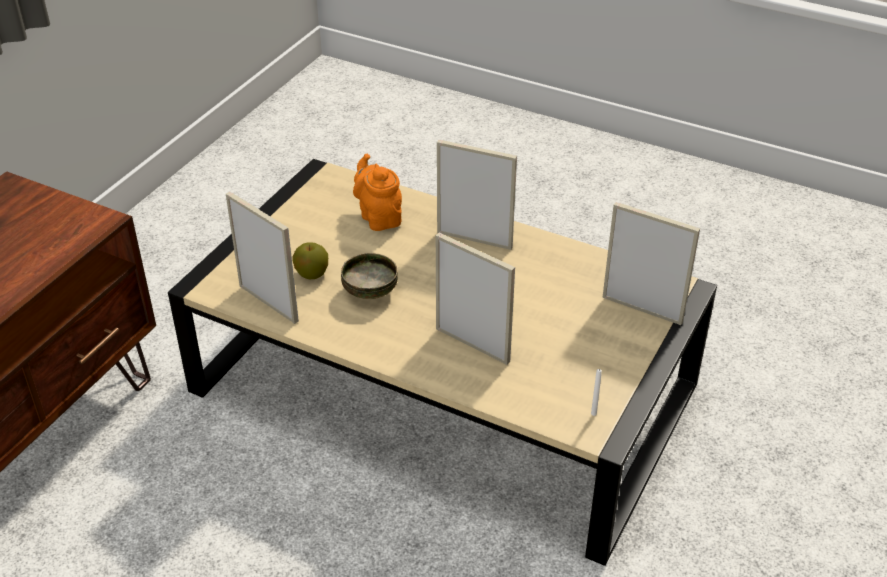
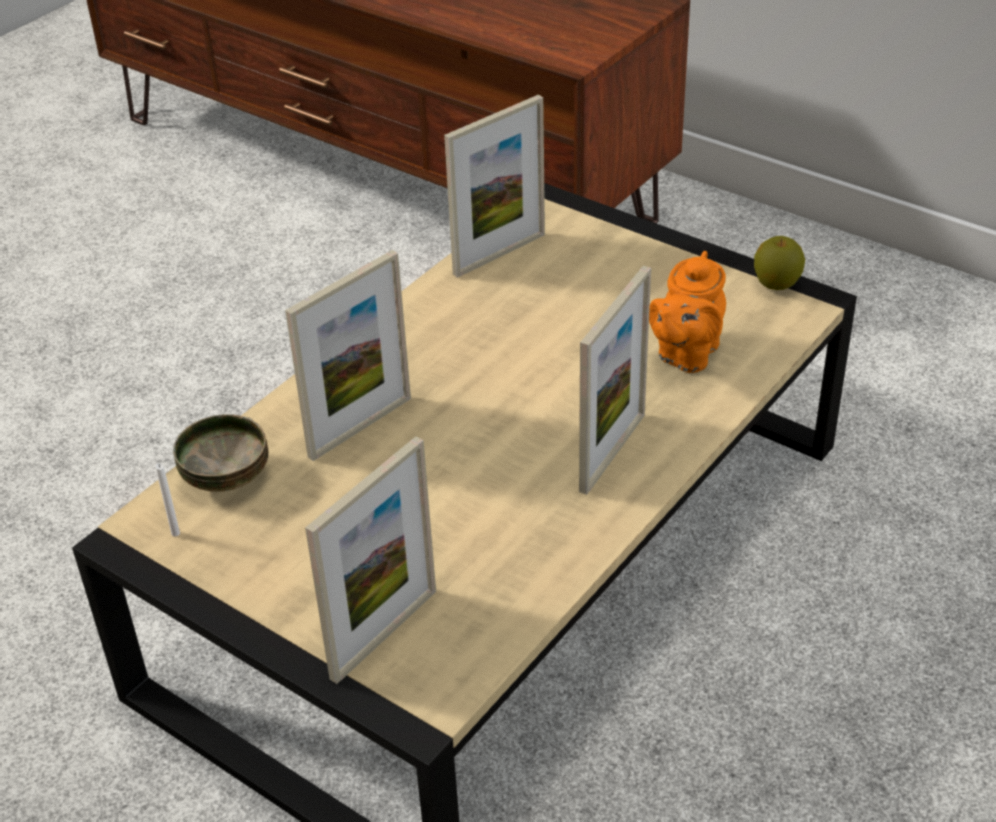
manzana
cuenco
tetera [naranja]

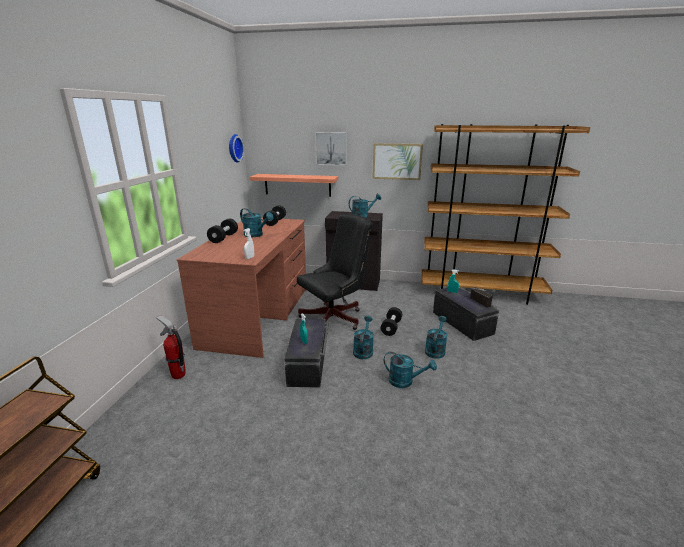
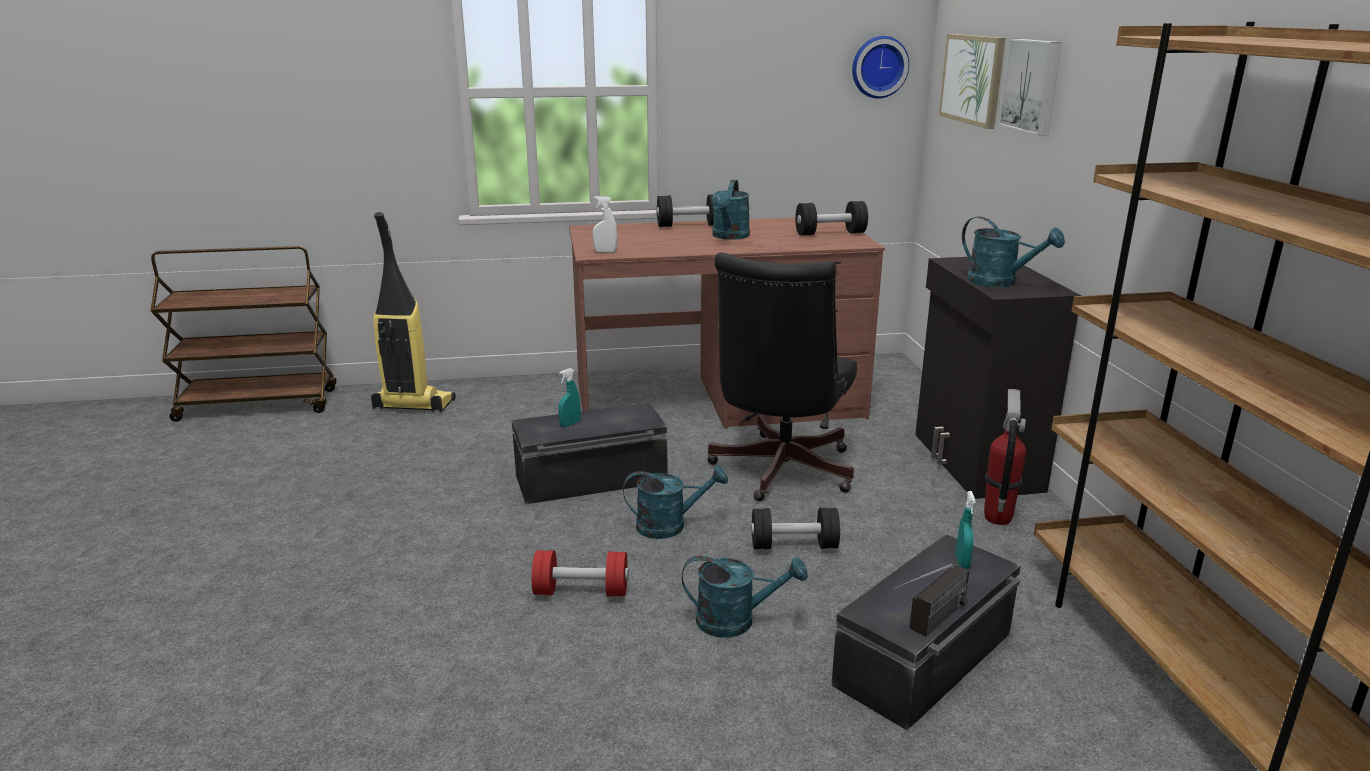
estante
aspiradora
extintor
cuadro (1st from left)
mancuerna [rojo]
silla de oficina [negro]

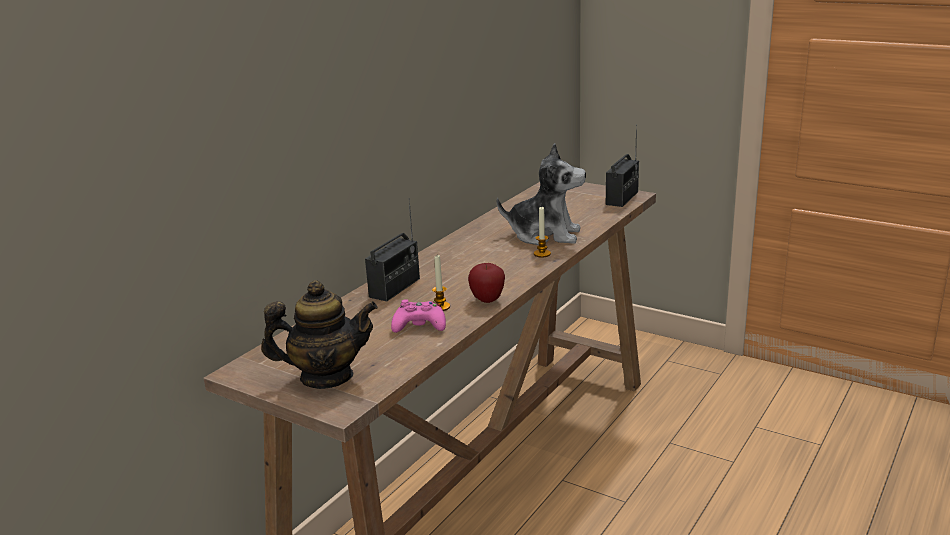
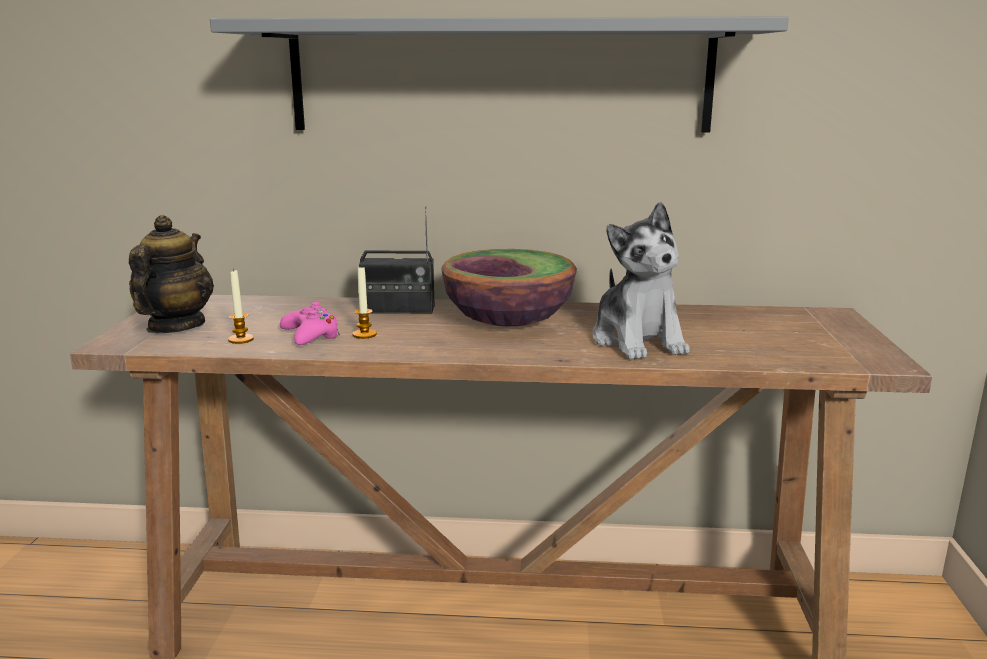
manzana
radio (2nd from left in the first image)
estante [gris]
cuenco
vela (1st from left)
tetera

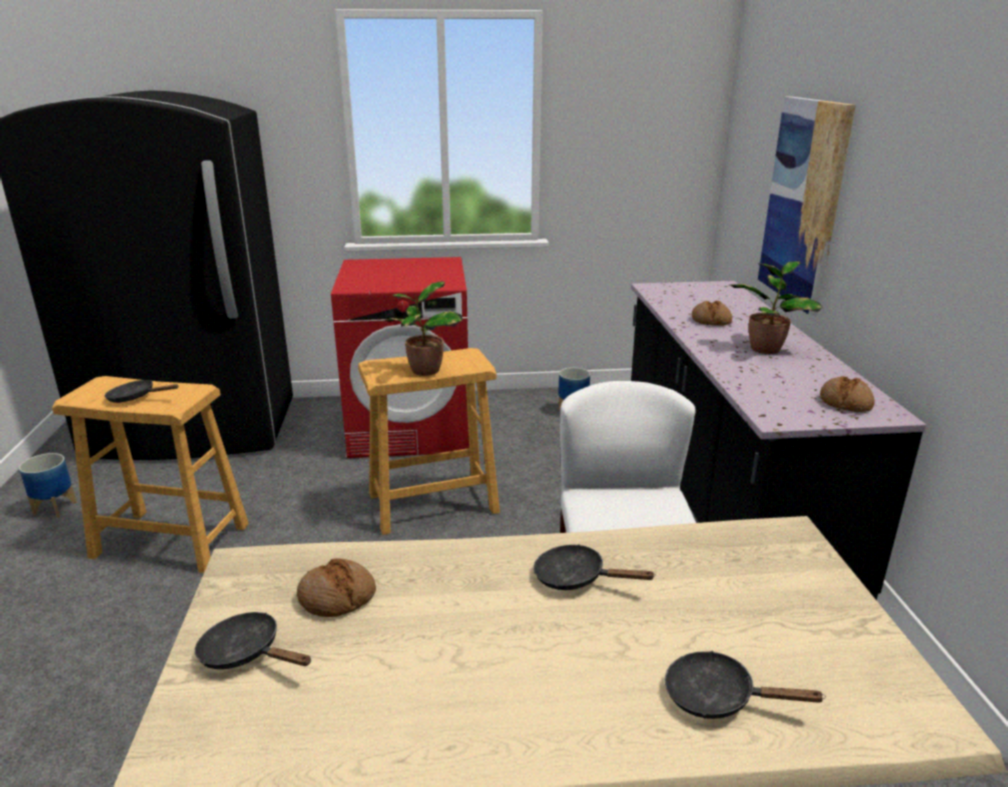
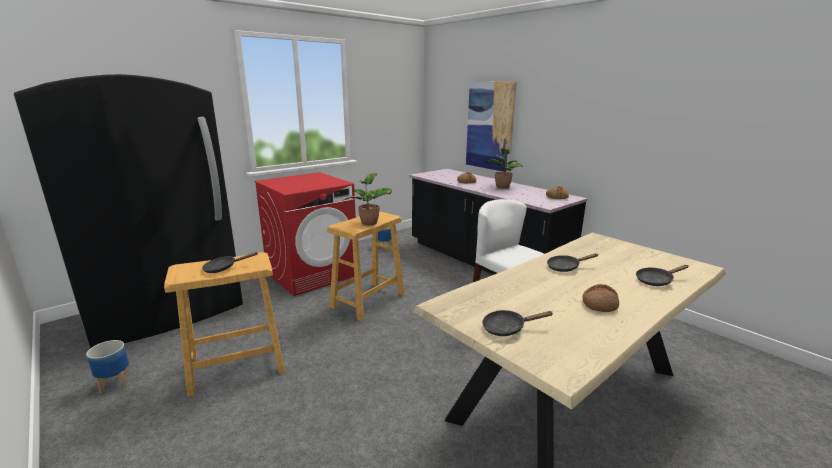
pan (3rd from left)

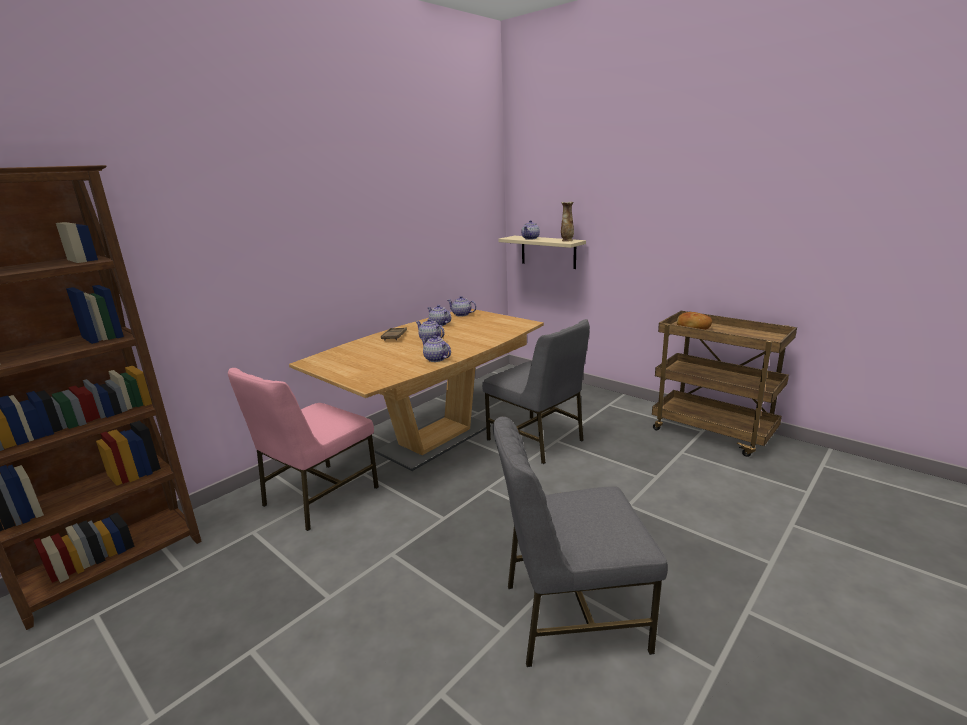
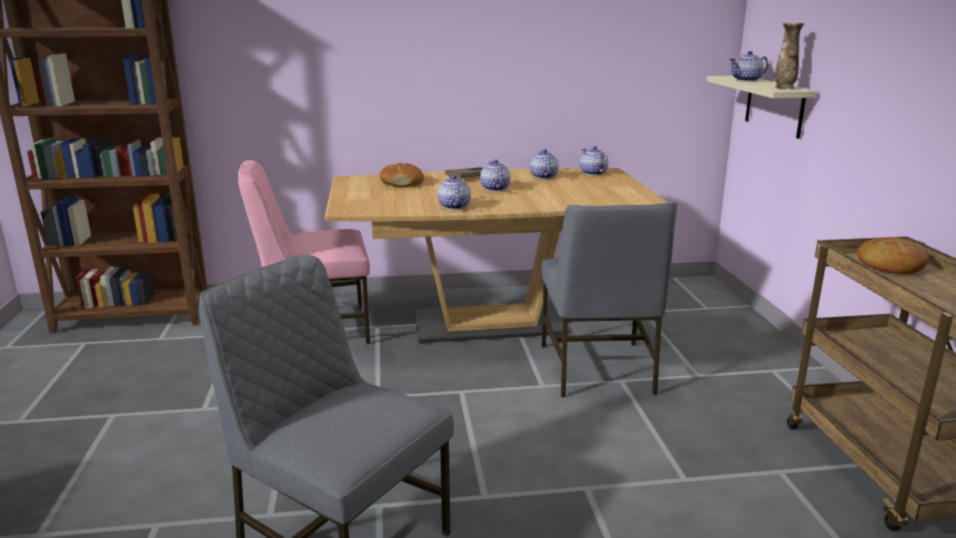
pan (1st from left)

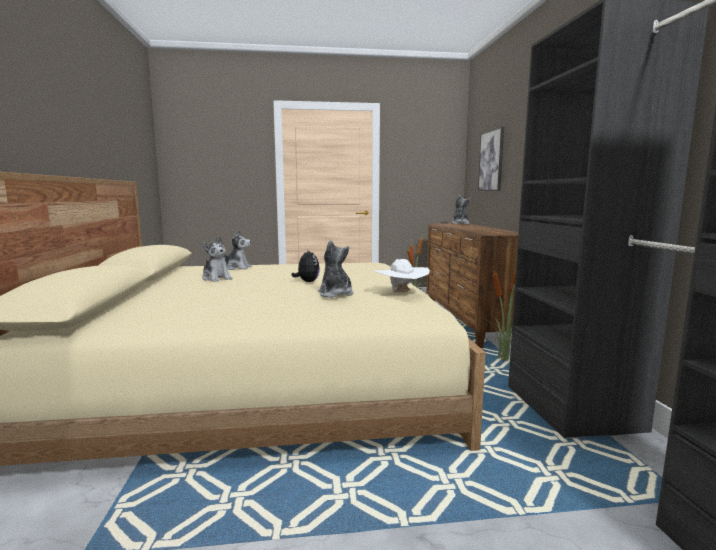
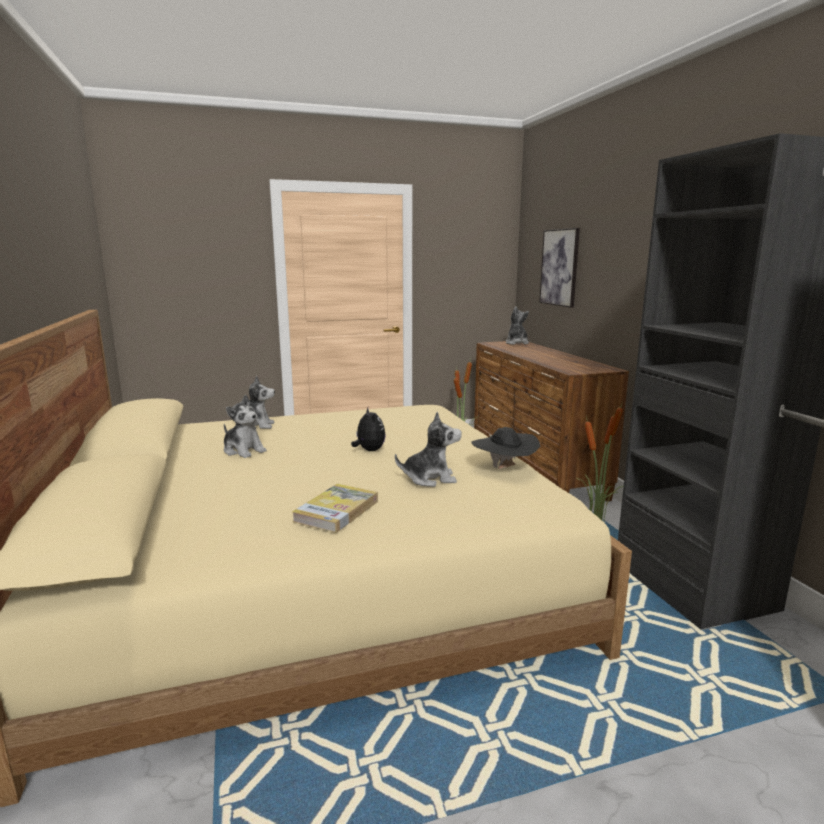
libro
sombrero [negro]
peluche (4th from left)

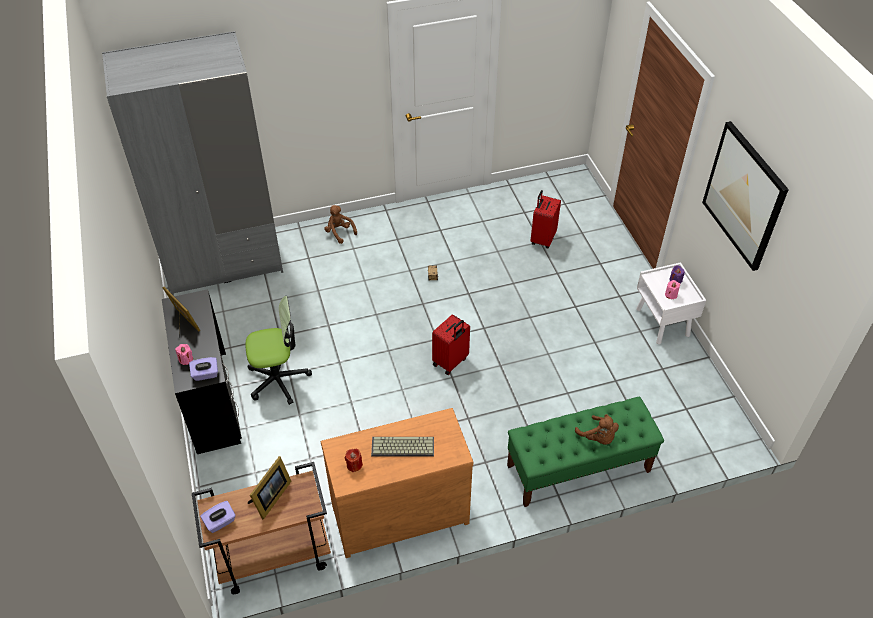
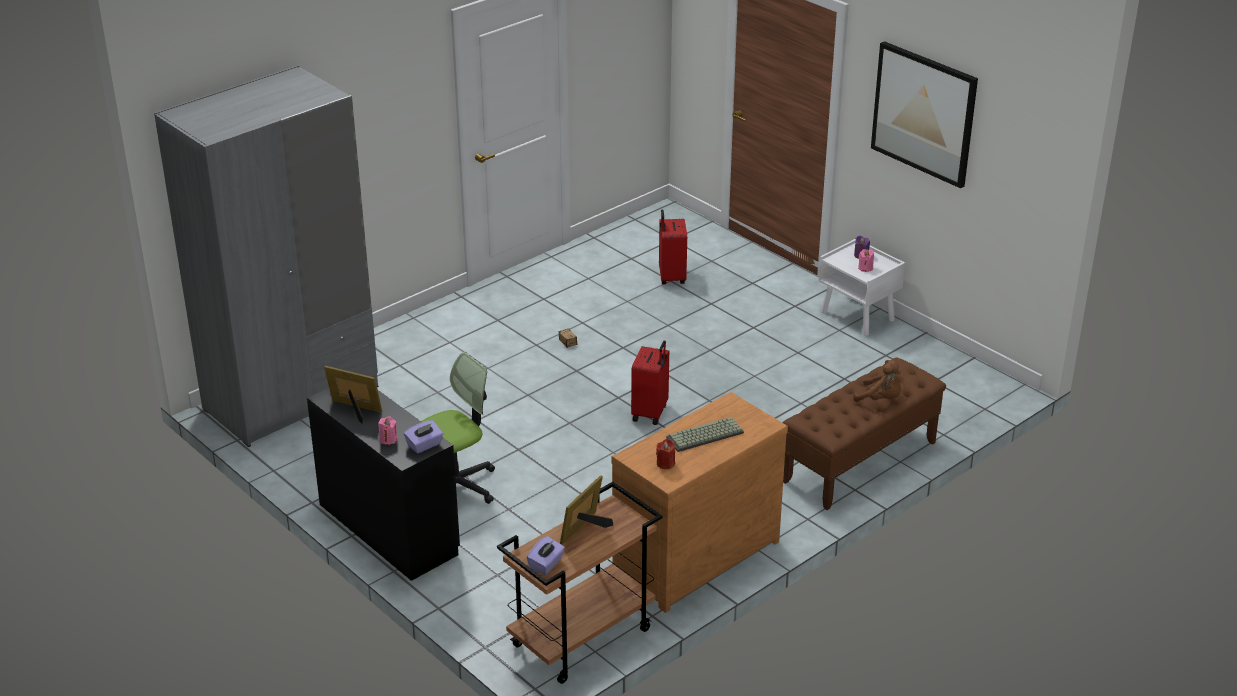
peluche [marrón] (1st from left in the first image)
banco [marrón]
portarretratos (2nd from left)

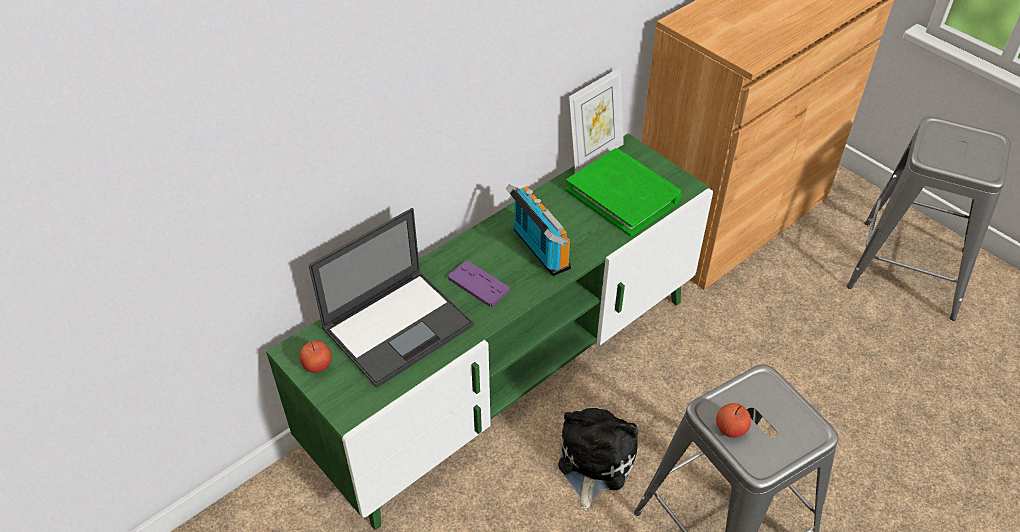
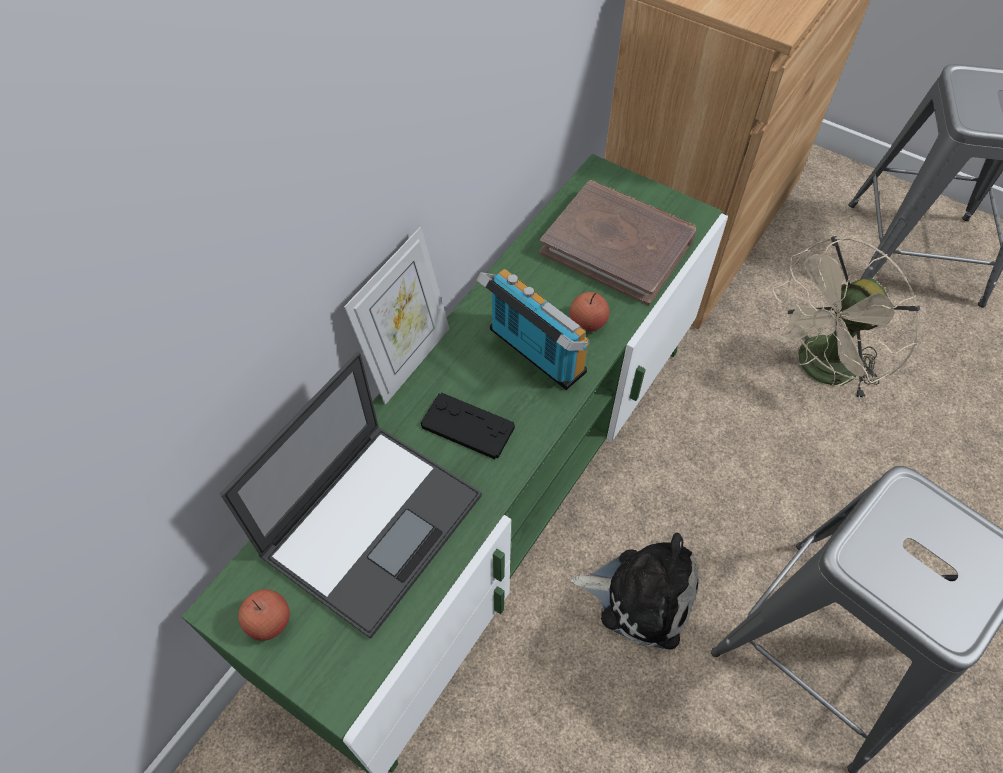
ventilador [beis]
portarretratos
manzana (2nd from left)
mando de consola [negro]
libro [marrón]
peluche

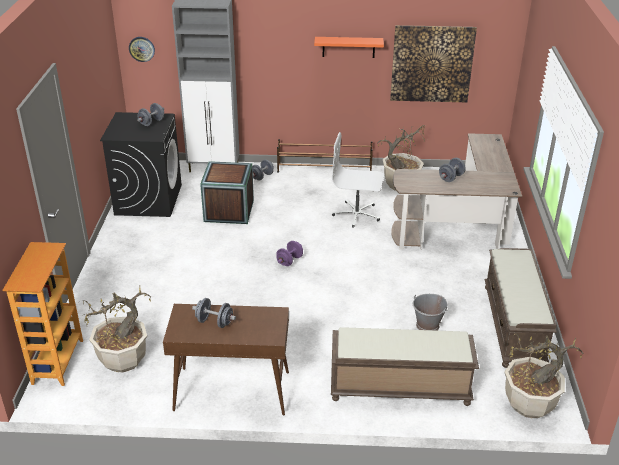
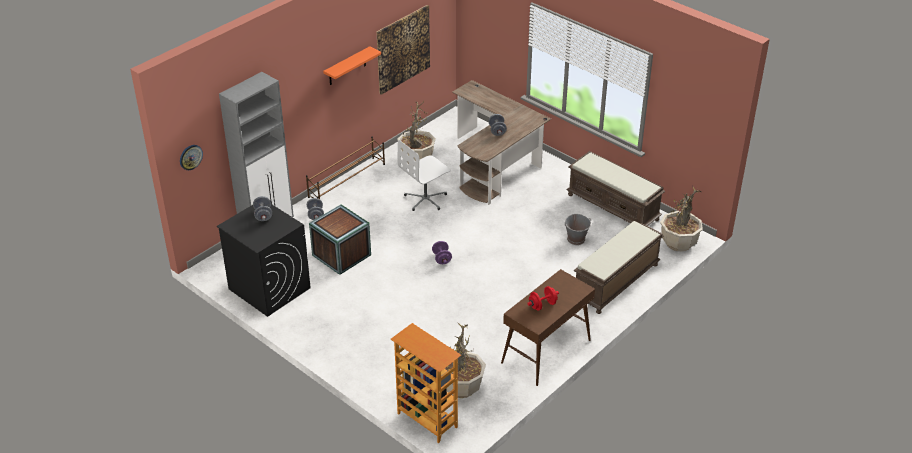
mancuerna [rojo]

